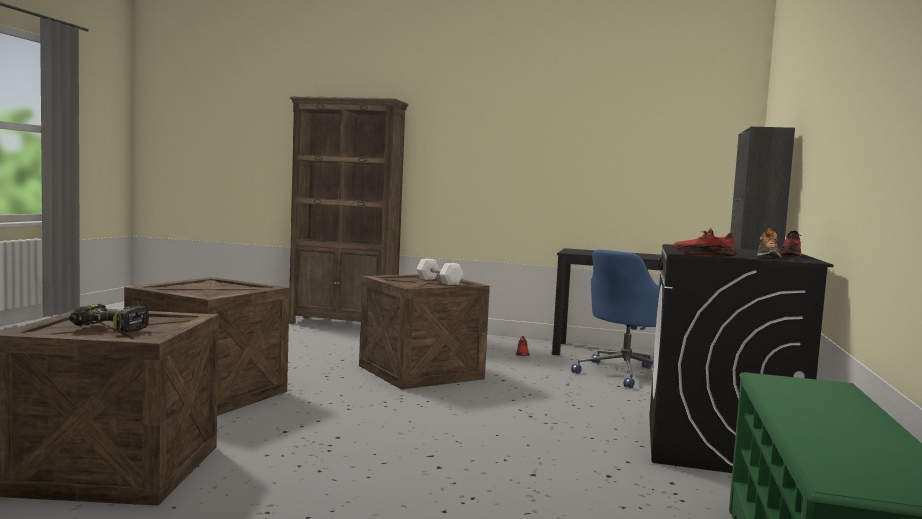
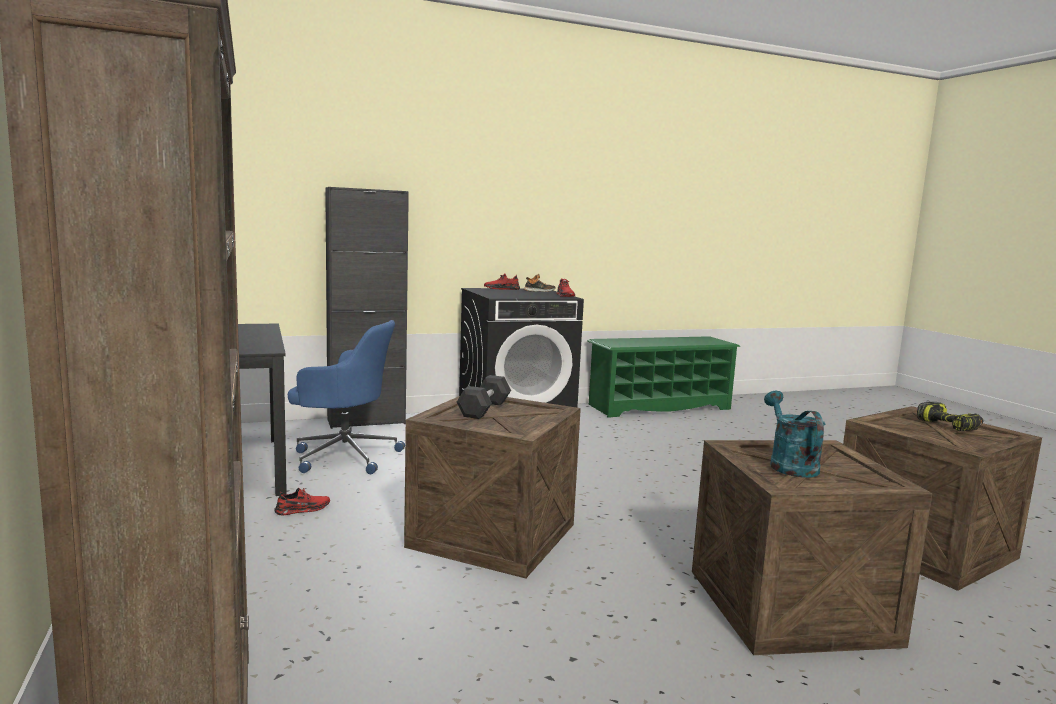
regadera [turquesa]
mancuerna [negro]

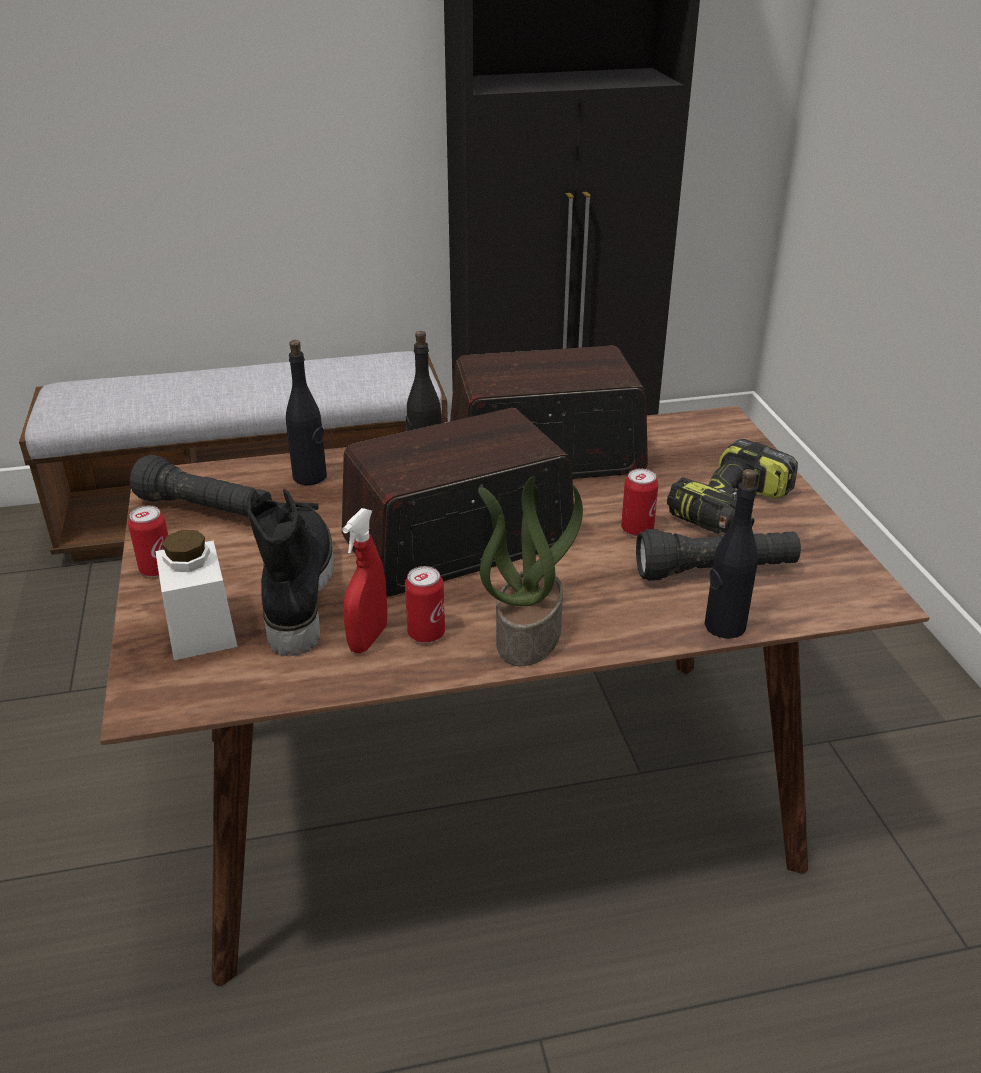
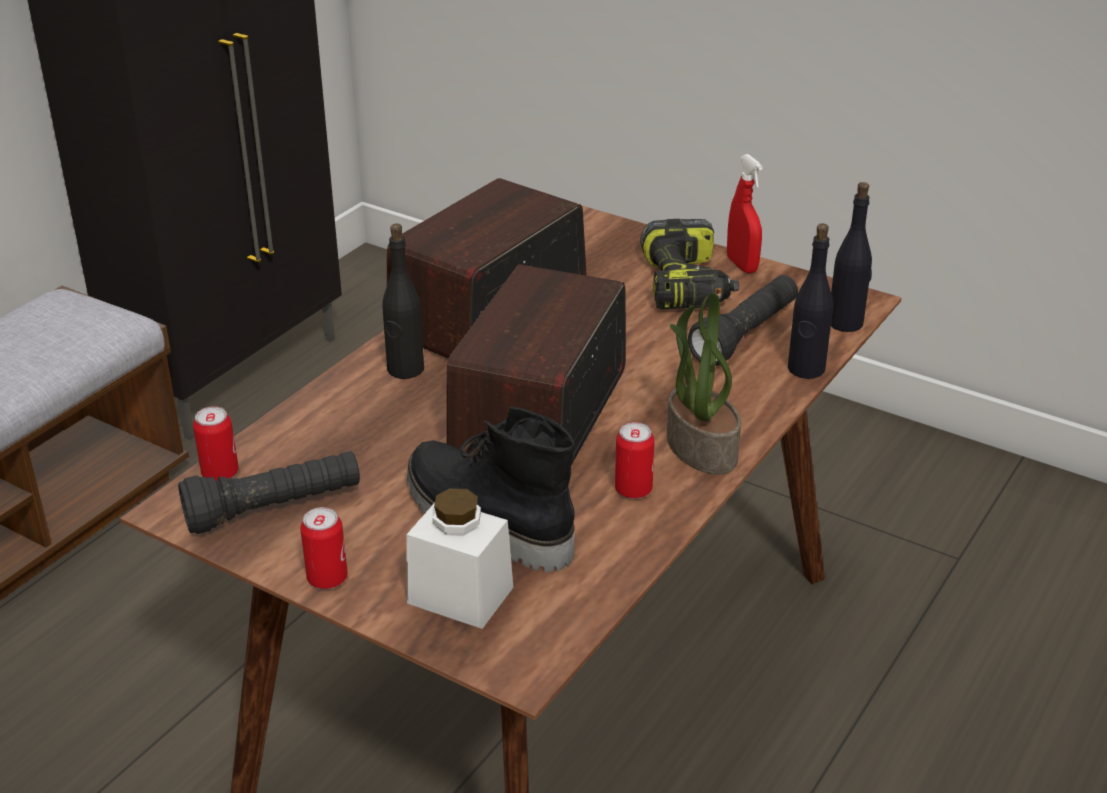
botella [negro] (3rd from left)
pulverizador [rojo]
lata (1st from left)

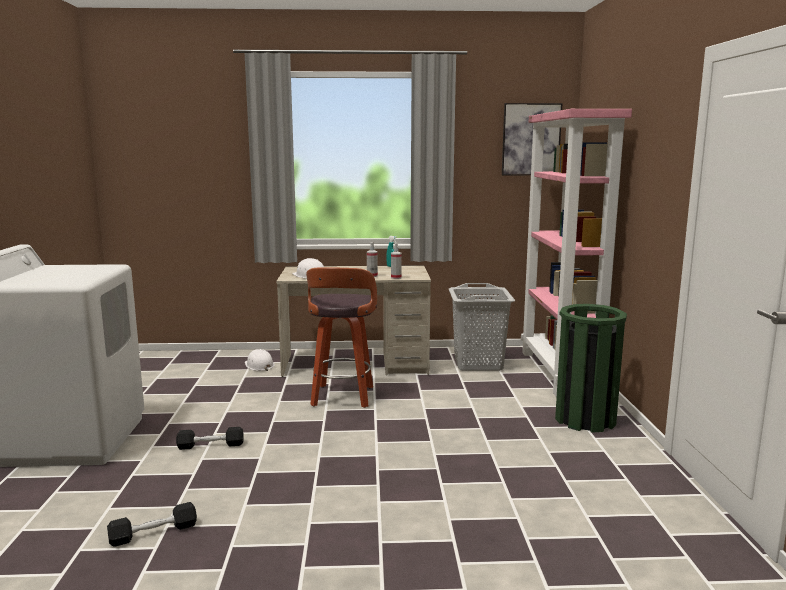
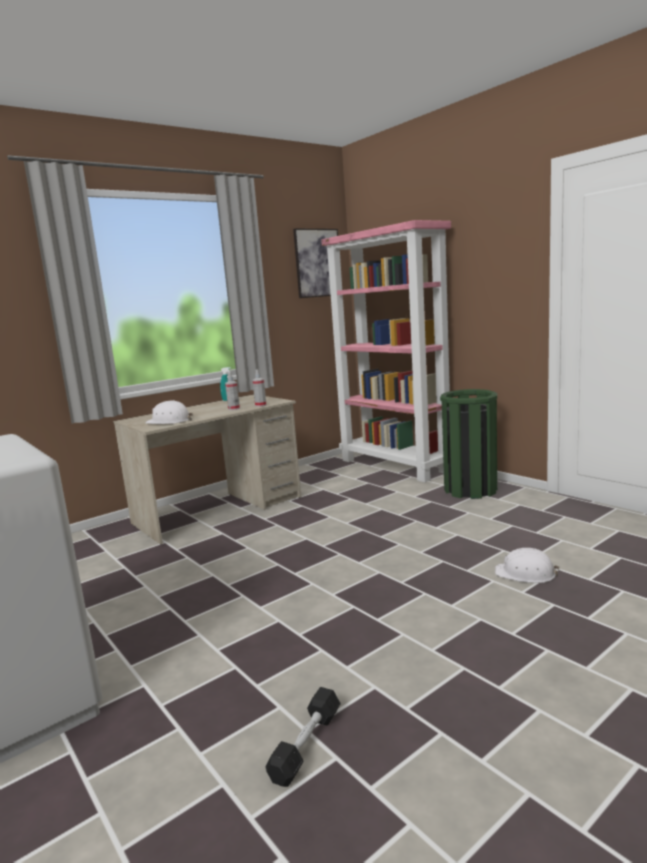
mancuerna [negro] (2nd from left in the first image)
taburete
cesto de la ropa [gris]
casco [blanco] (2nd from left)

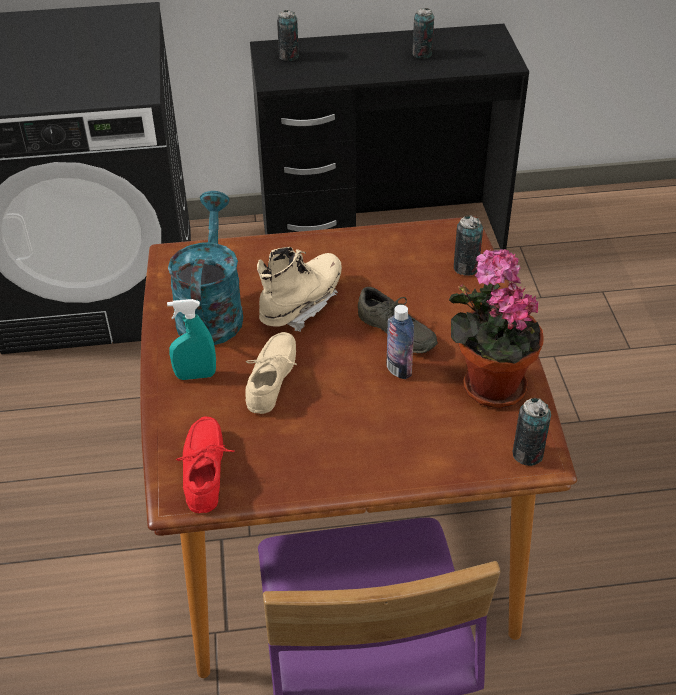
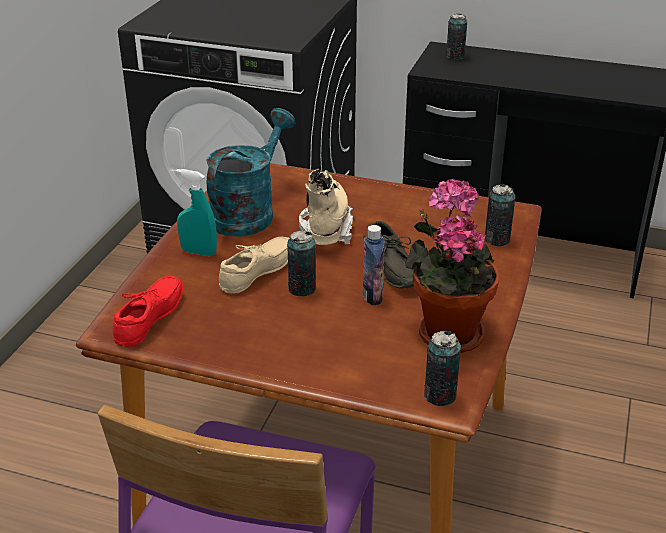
lata (1st from left)
bota [beis]

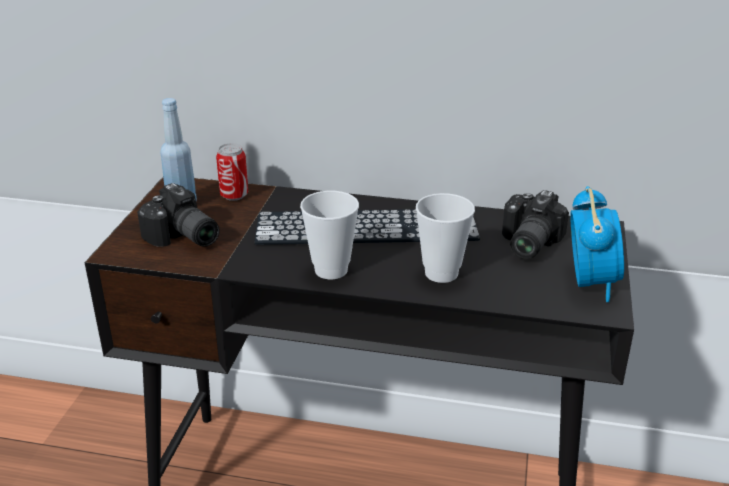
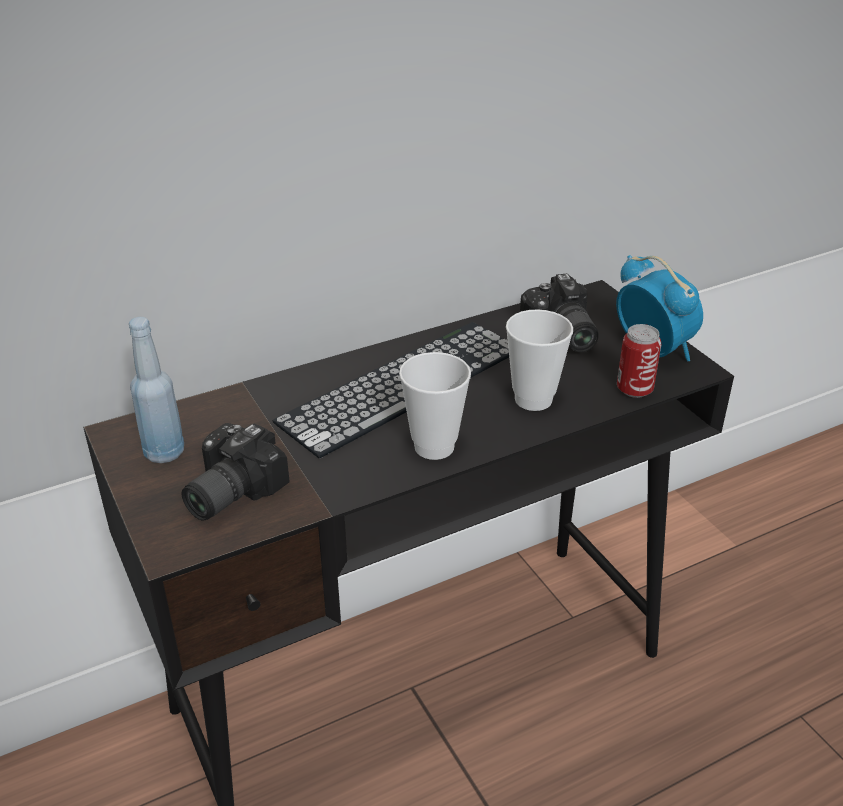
lata
cámara (1st from left)

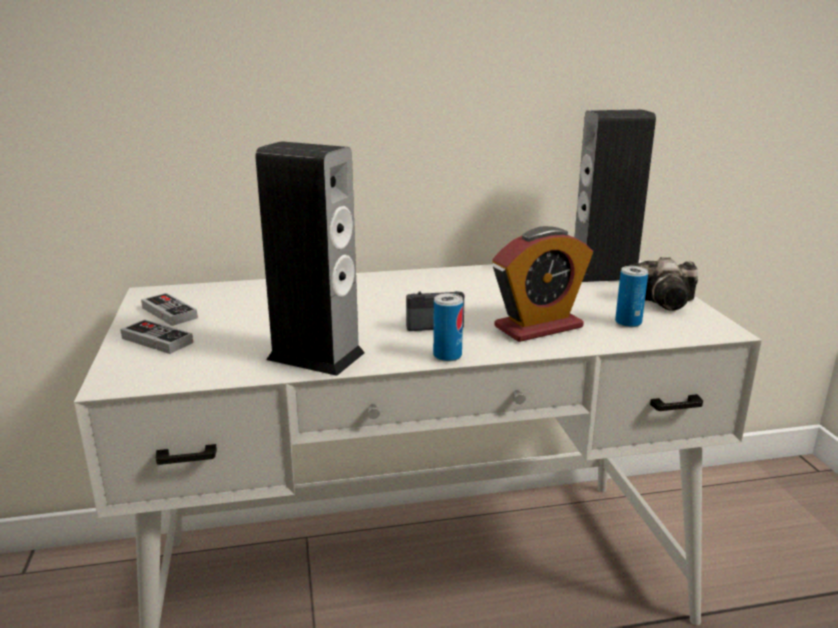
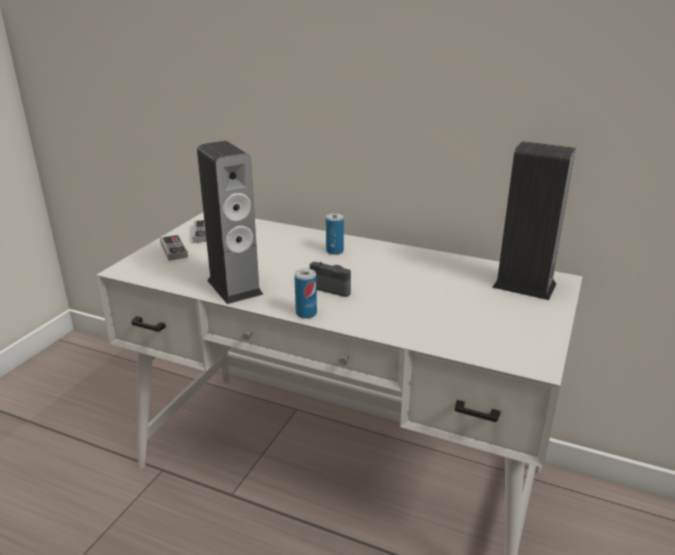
despertador
cámara (2nd from left in the first image)
lata (2nd from left)

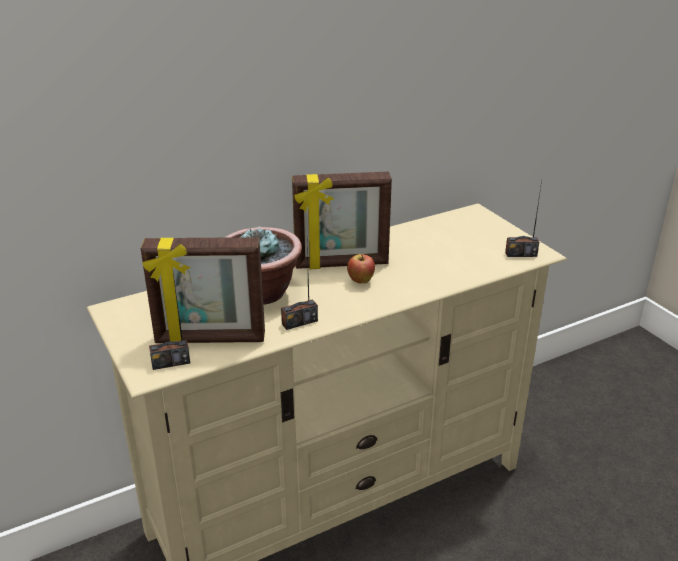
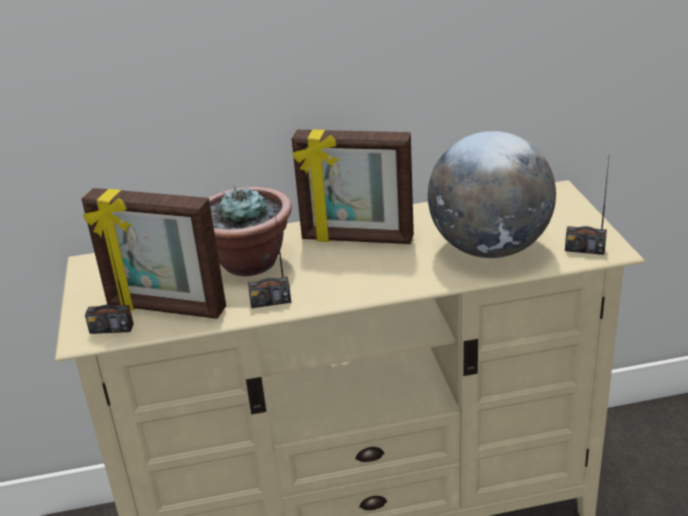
manzana
globo terráqueo

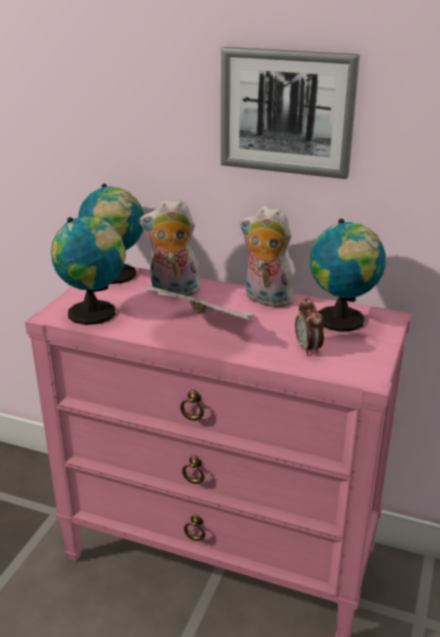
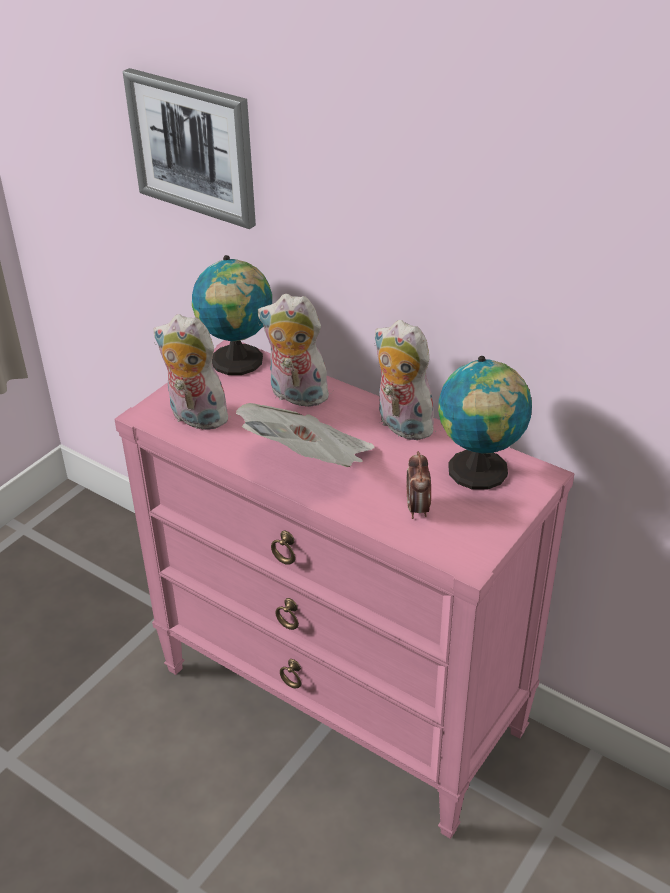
cuadro
peluche (1st from left)

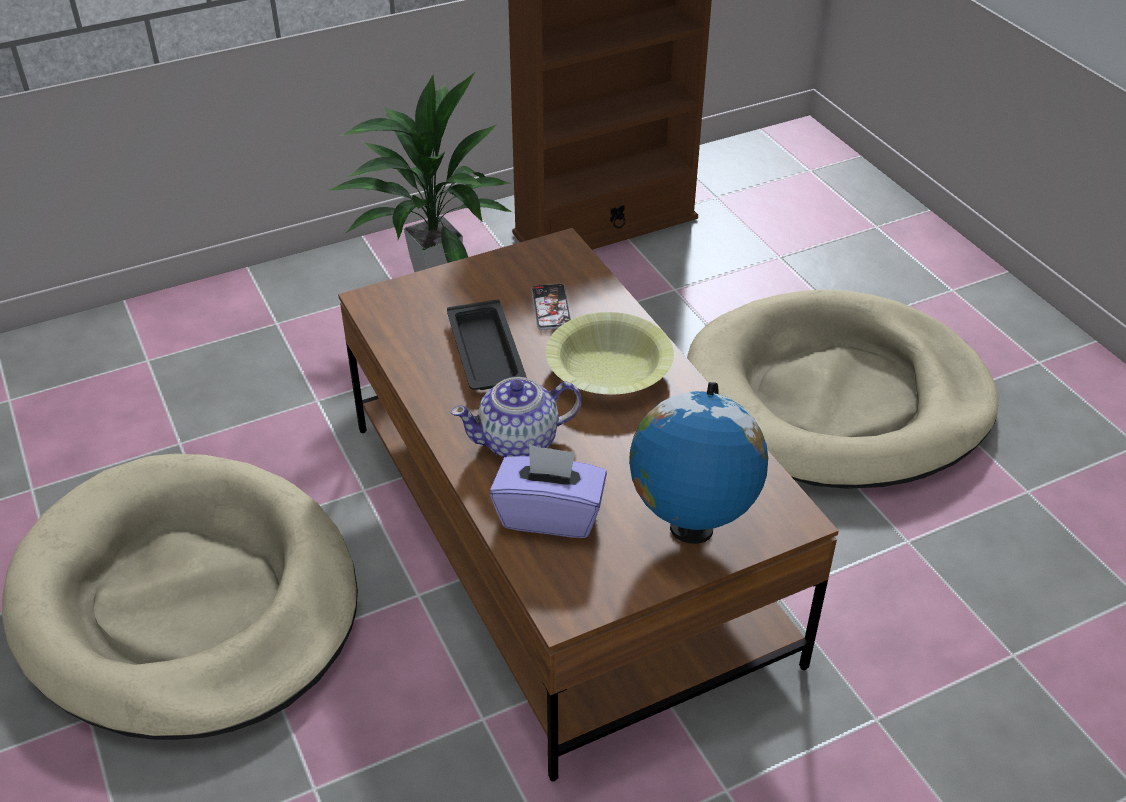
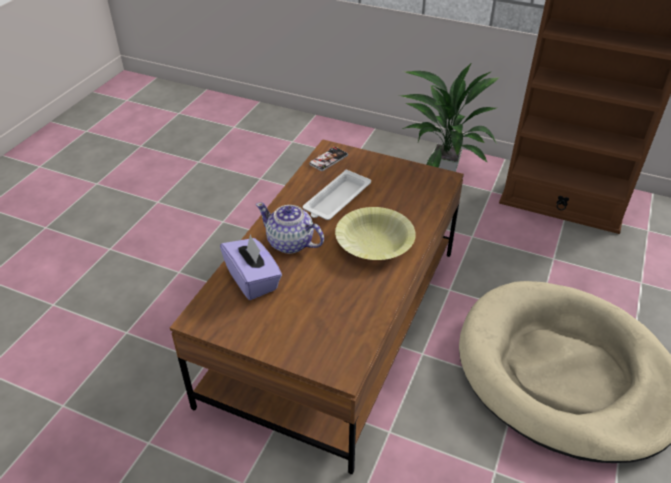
cama para perro [beis] (1st from left in the first image)
globo terráqueo
móvil
bandeja [blanco]

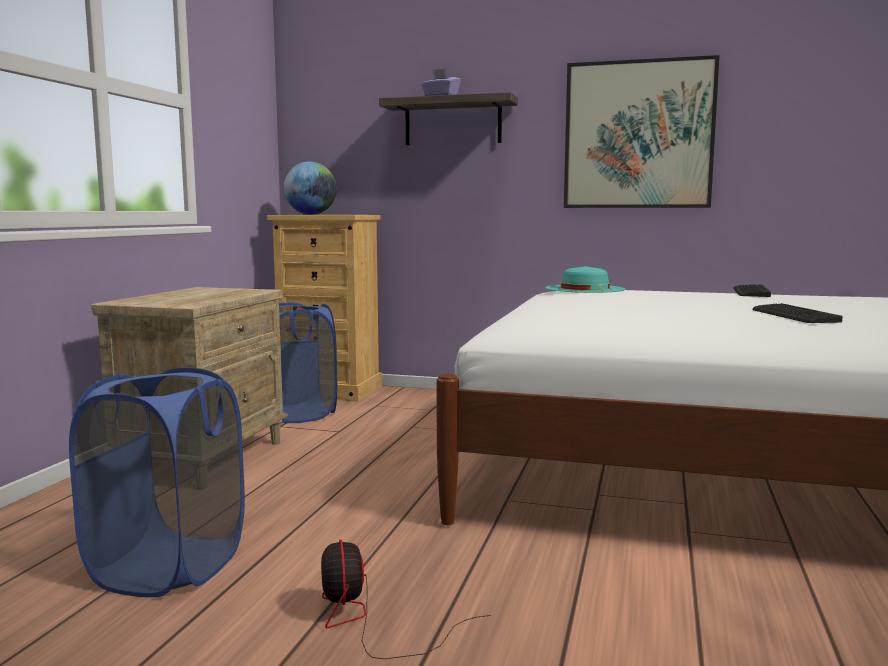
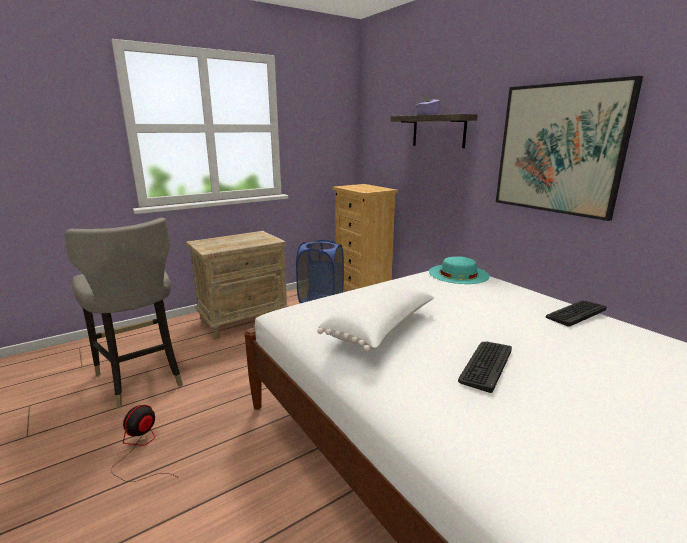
globo terráqueo
cojín [blanco]
taburete [gris]

